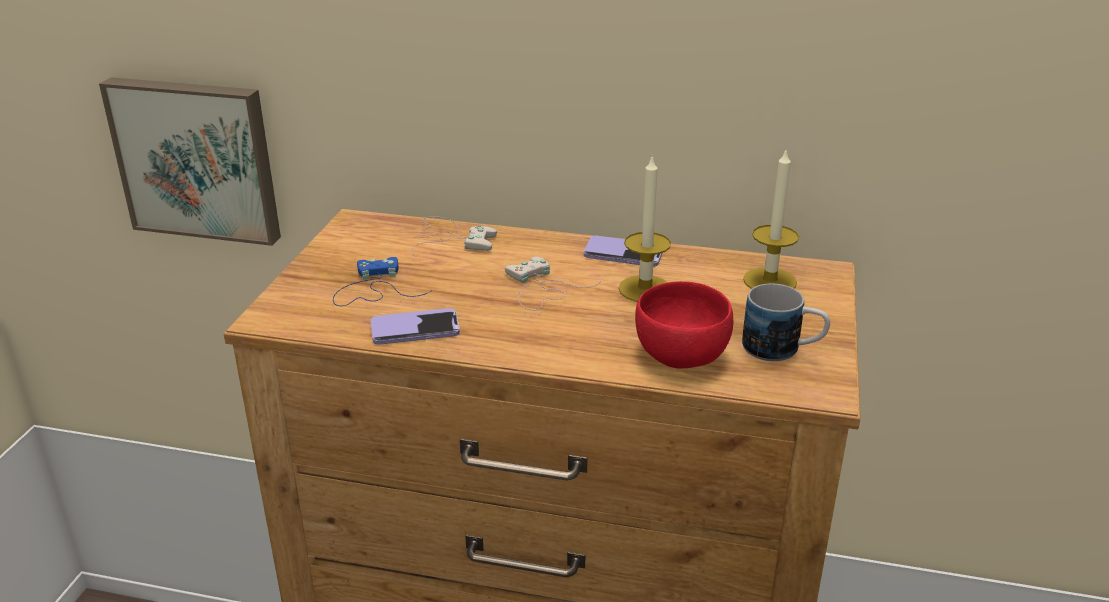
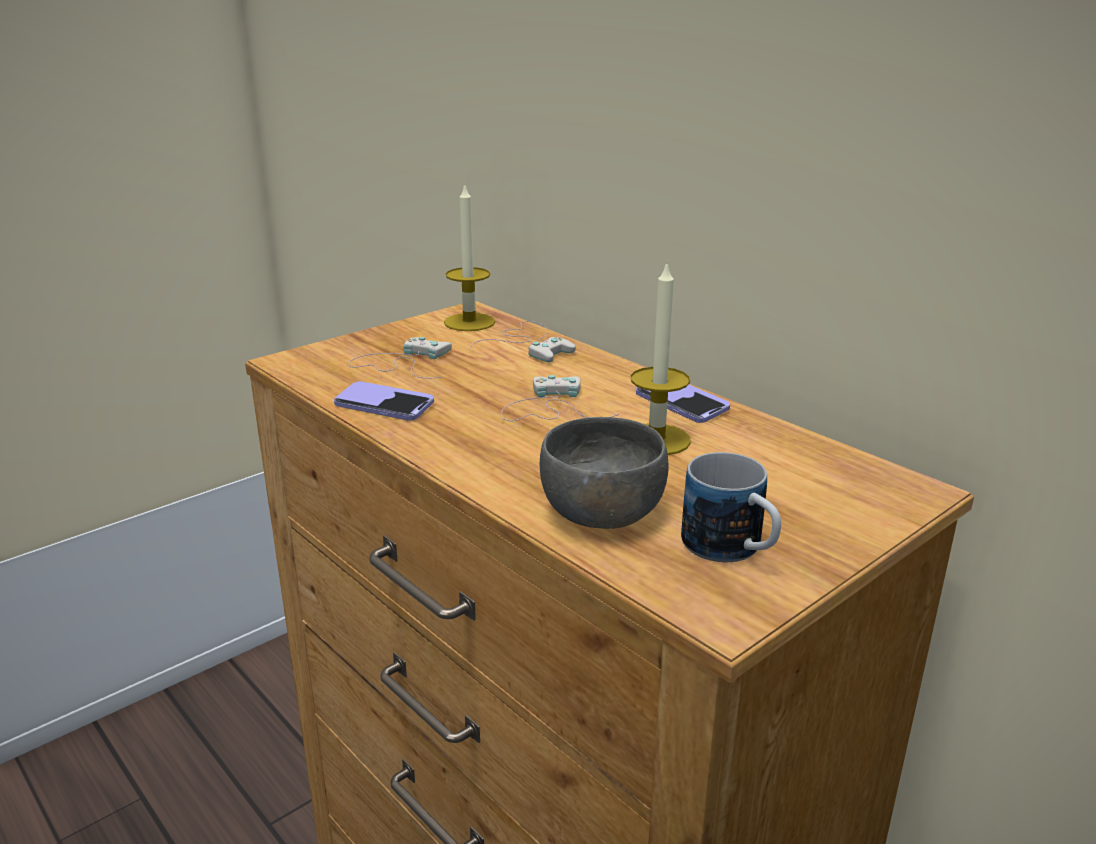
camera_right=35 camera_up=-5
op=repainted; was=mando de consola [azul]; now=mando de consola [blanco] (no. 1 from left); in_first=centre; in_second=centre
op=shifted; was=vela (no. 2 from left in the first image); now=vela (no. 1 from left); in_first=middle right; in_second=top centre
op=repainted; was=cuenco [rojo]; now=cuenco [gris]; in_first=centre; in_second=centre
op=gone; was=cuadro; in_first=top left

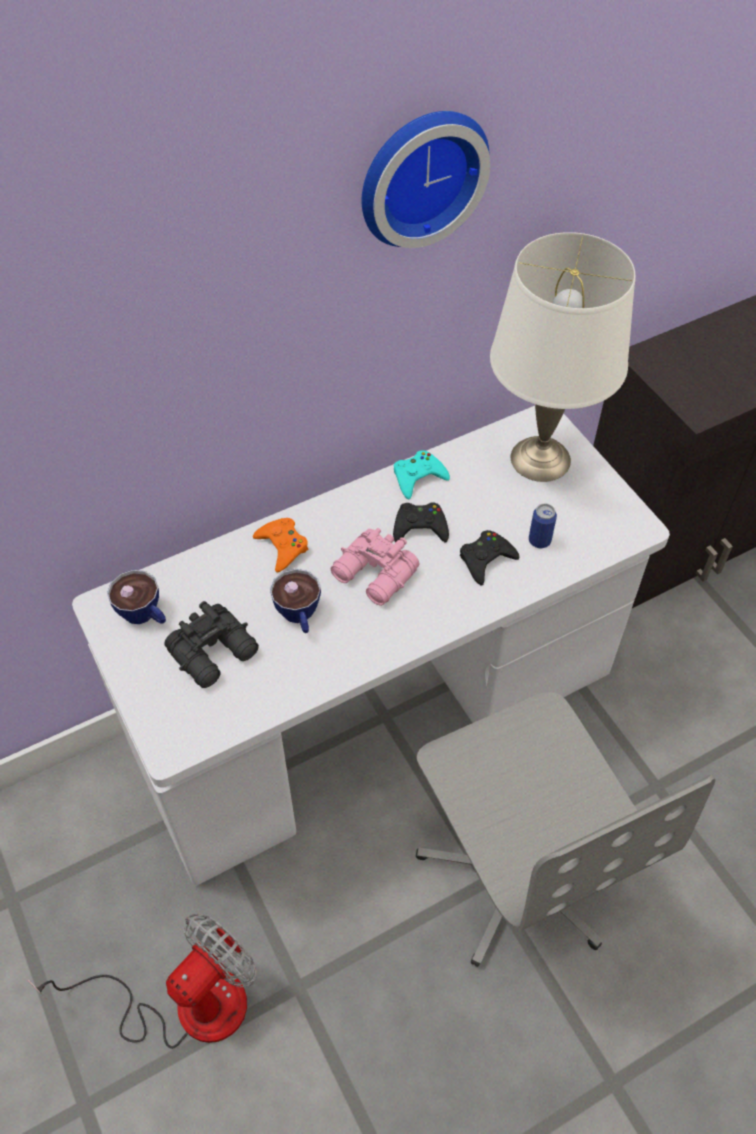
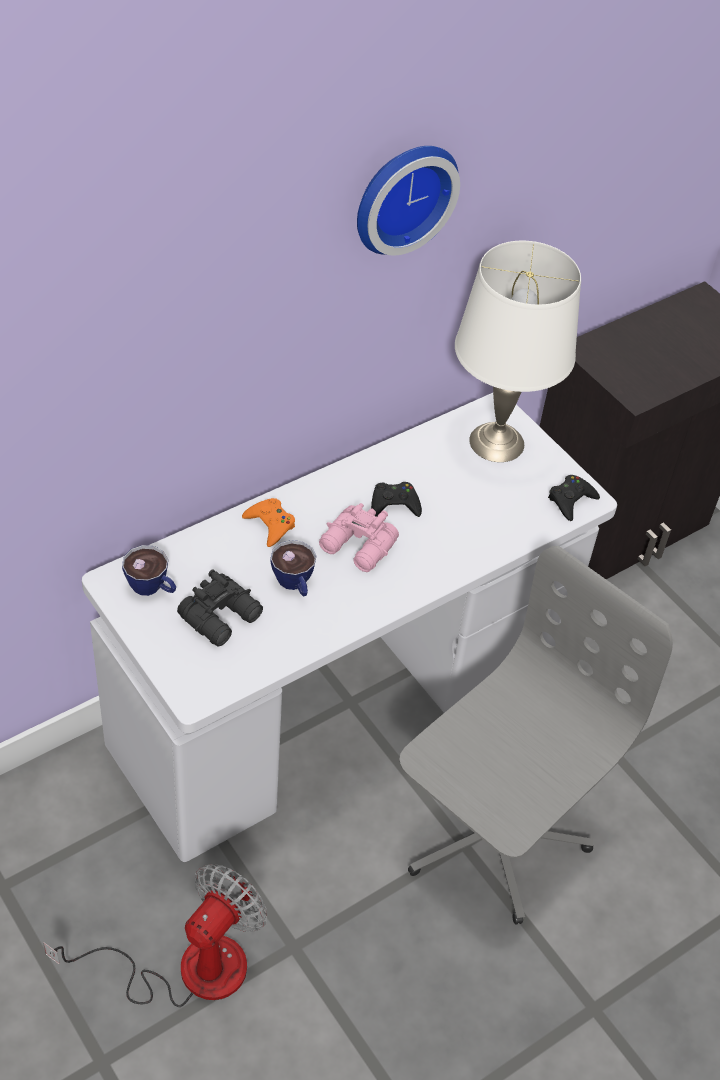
camera_right=-10 camera_up=-5
op=rotated; was=silla de oficina [gris]; in_first=bottom right; in_second=bottom right; clockwise=-105
op=shifted; was=mando de consola [negro] (no. 2 from left); in_first=centre; in_second=middle right
op=gone; was=mando de consola [turquesa]; in_first=centre
op=gone; was=lata; in_first=middle right

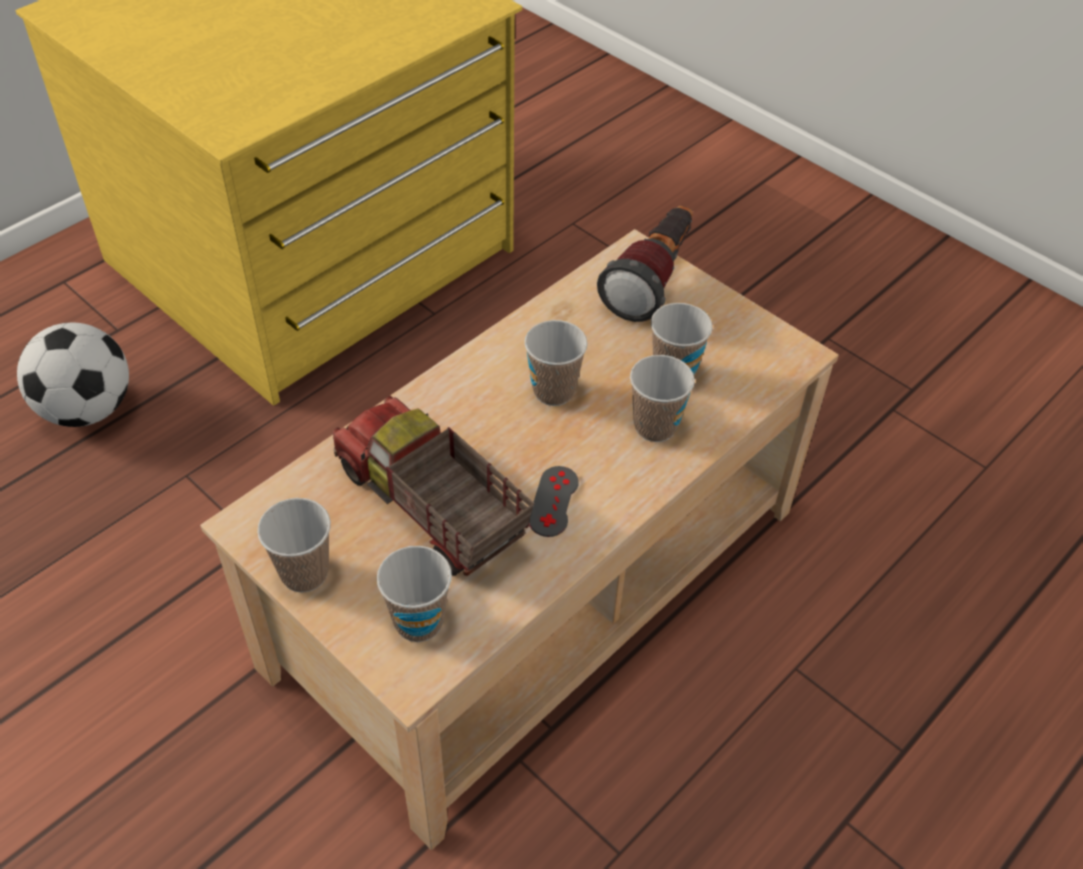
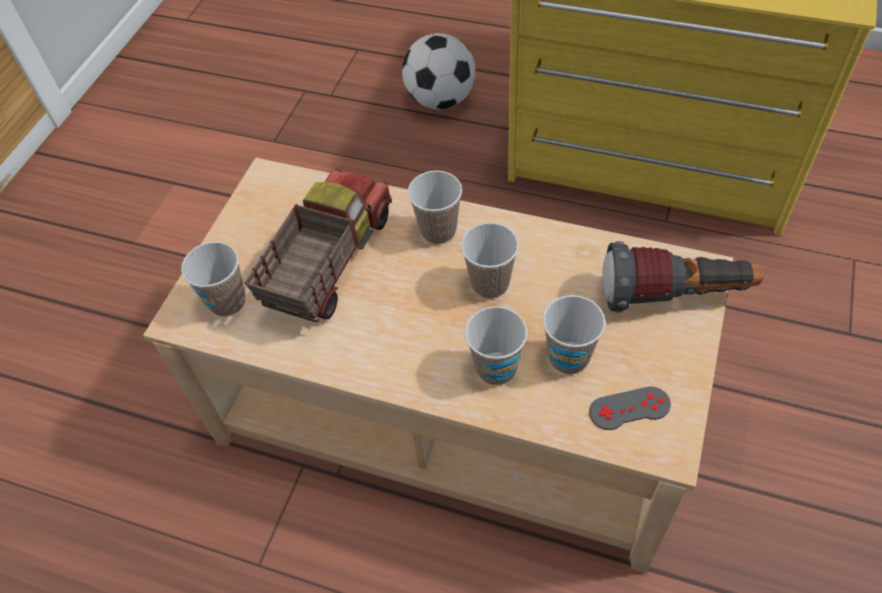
camera_right=70 camera_up=5
op=shifted; was=taza (no. 1 from left in the first image); now=taza (no. 2 from left); in_first=middle left; in_second=centre
op=shifted; was=mando de consola [gris]; in_first=centre; in_second=bottom right

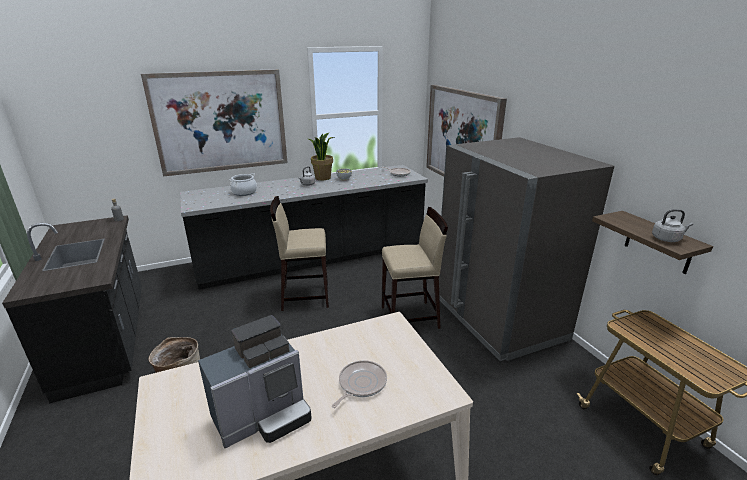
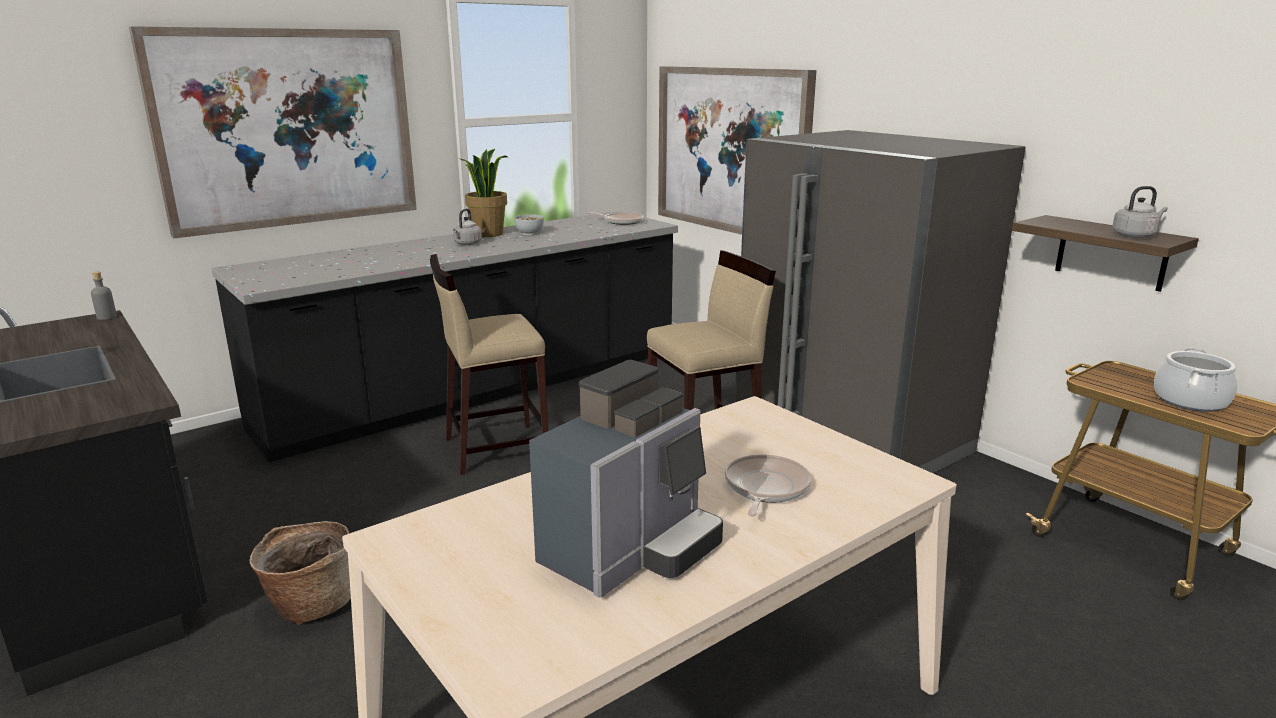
camera_right=-15 camera_up=-5
op=shifted; was=olla; in_first=middle left; in_second=middle right

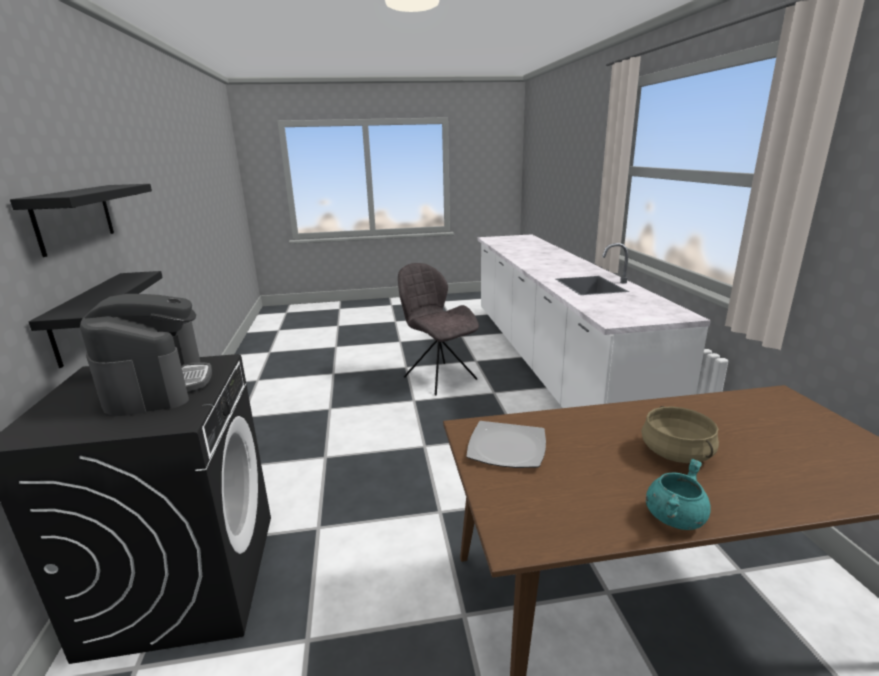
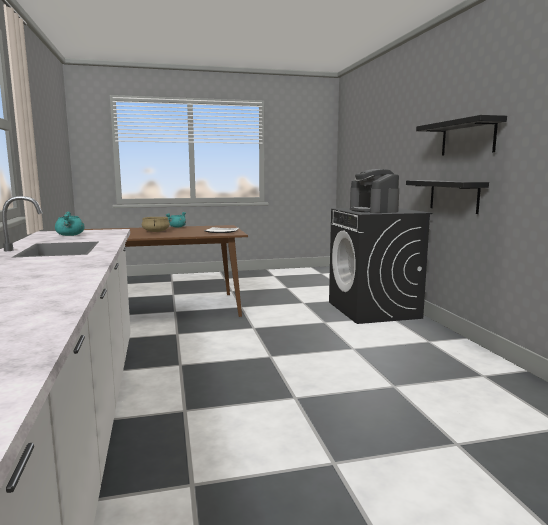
camera_right=175 camera_up=-10
op=new; now=olla [turquesa] (no. 1 from left); in_second=middle left
op=gone; was=silla [gris]; in_first=centre

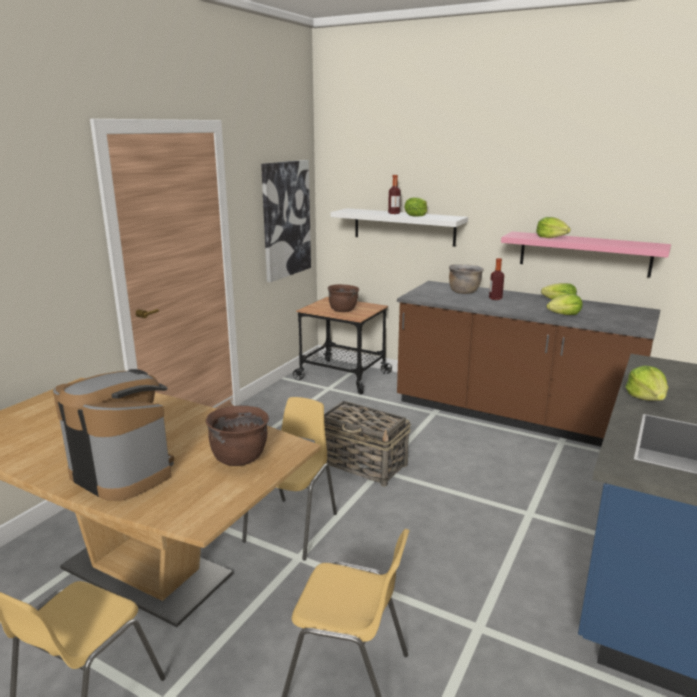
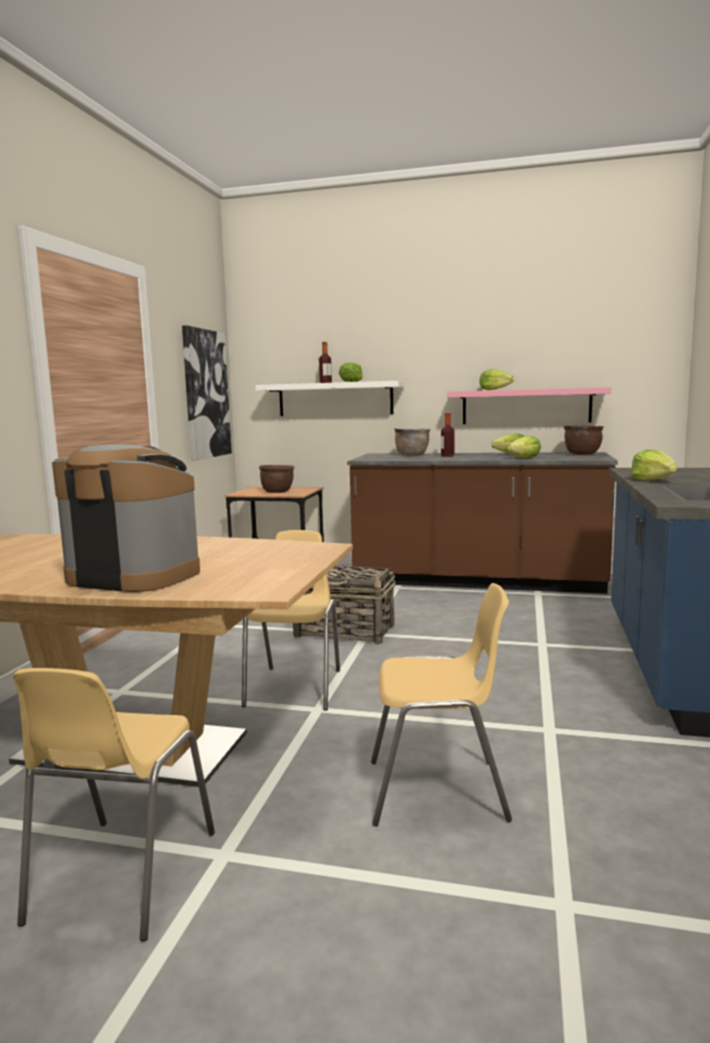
camera_right=-15 camera_up=-10
op=shifted; was=olla [marrón] (no. 1 from left in the first image); now=olla [marrón] (no. 3 from left); in_first=centre; in_second=middle right

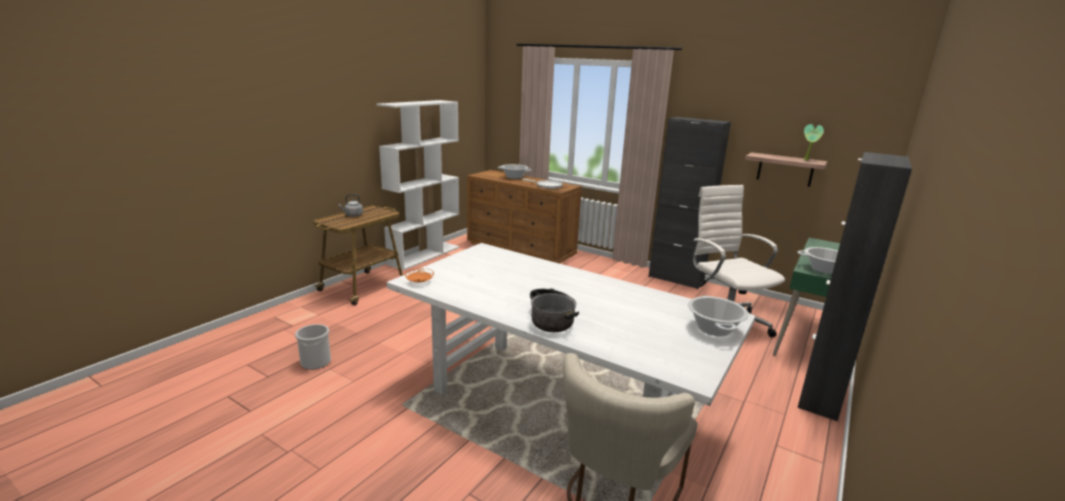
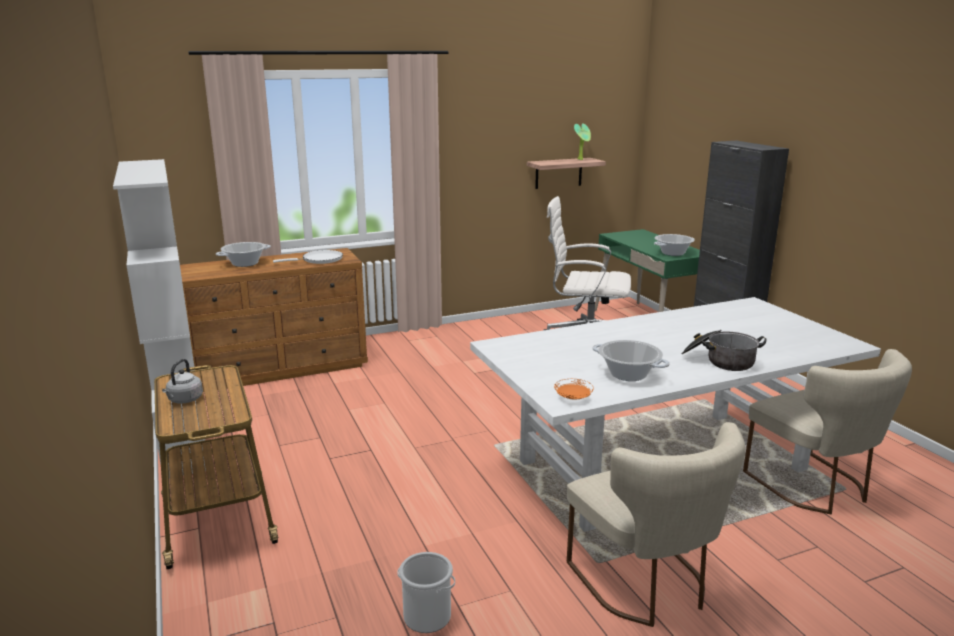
camera_right=-55 camera_up=0
op=new; now=silla [beis] (no. 1 from left); in_second=bottom right
op=shifted; was=olla (no. 3 from left in the first image); now=olla (no. 2 from left); in_first=middle right; in_second=centre
op=gone; was=armario [negro] (no. 1 from left); in_first=centre

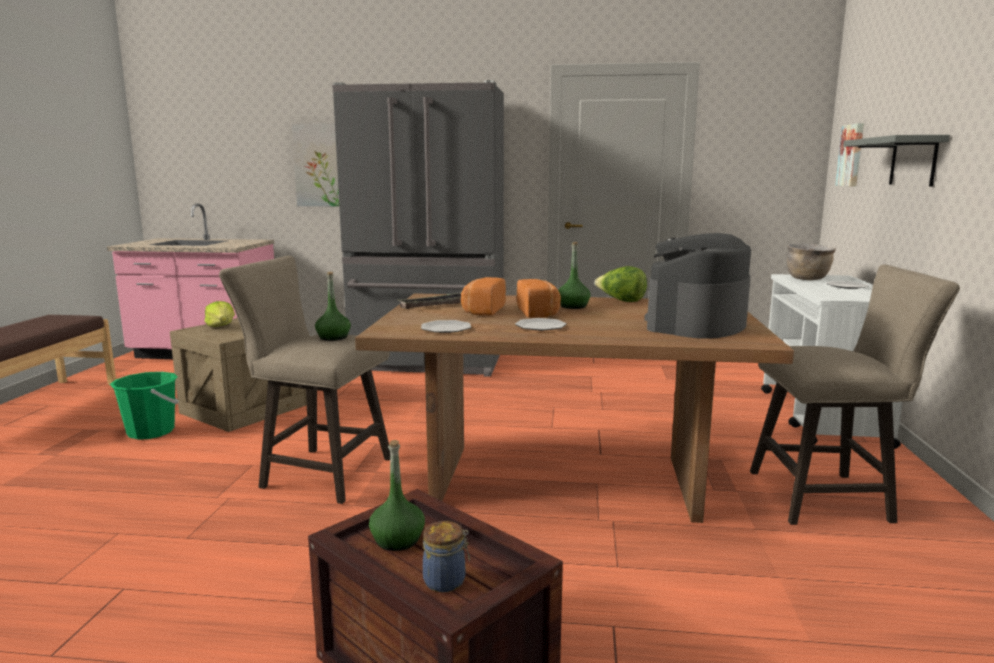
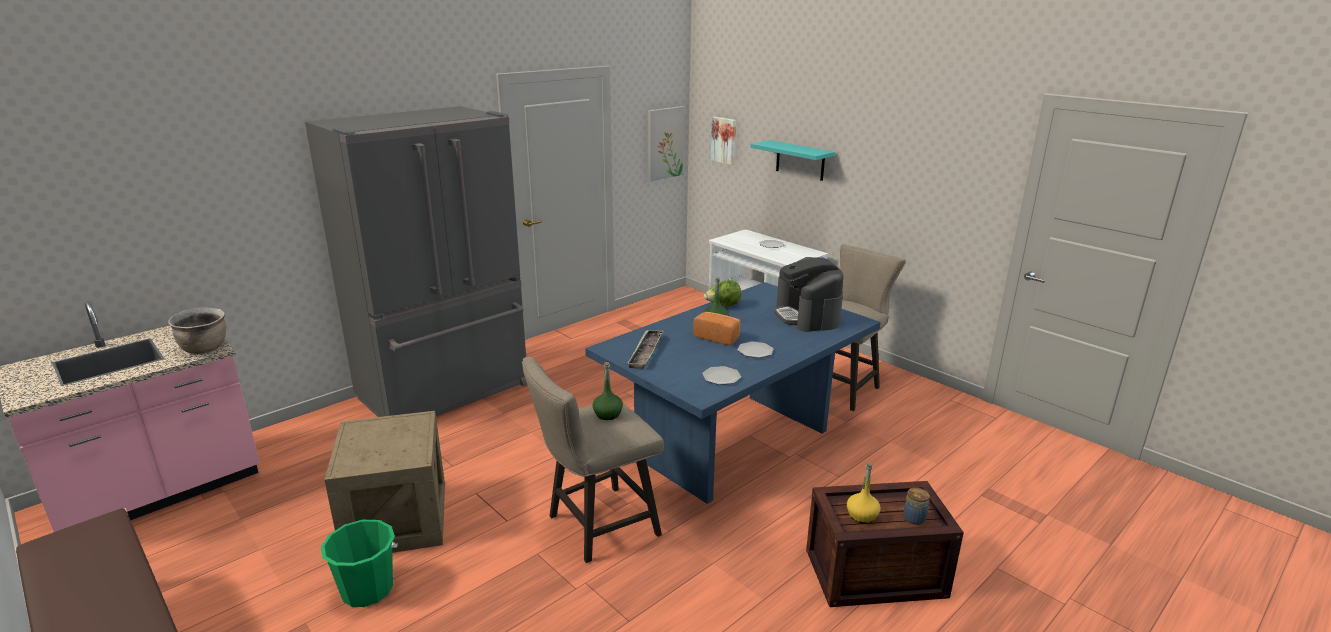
camera_right=-50 camera_up=10
op=shifted; was=olla [marrón]; in_first=middle right; in_second=middle left
op=repainted; was=mesa de comedor [marrón]; now=mesa de comedor [azul]; in_first=centre; in_second=centre
op=shifted; was=cuadro (no. 1 from left); in_first=top left; in_second=top centre
op=repainted; was=estante [gris]; now=estante [turquesa]; in_first=top right; in_second=top centre
op=repainted; was=botella [verde] (no. 2 from left); now=botella [amarillo]; in_first=bottom centre; in_second=bottom centre
op=gone; was=lechuga (no. 1 from left); in_first=middle left
op=gone; was=pan (no. 1 from left); in_first=centre

